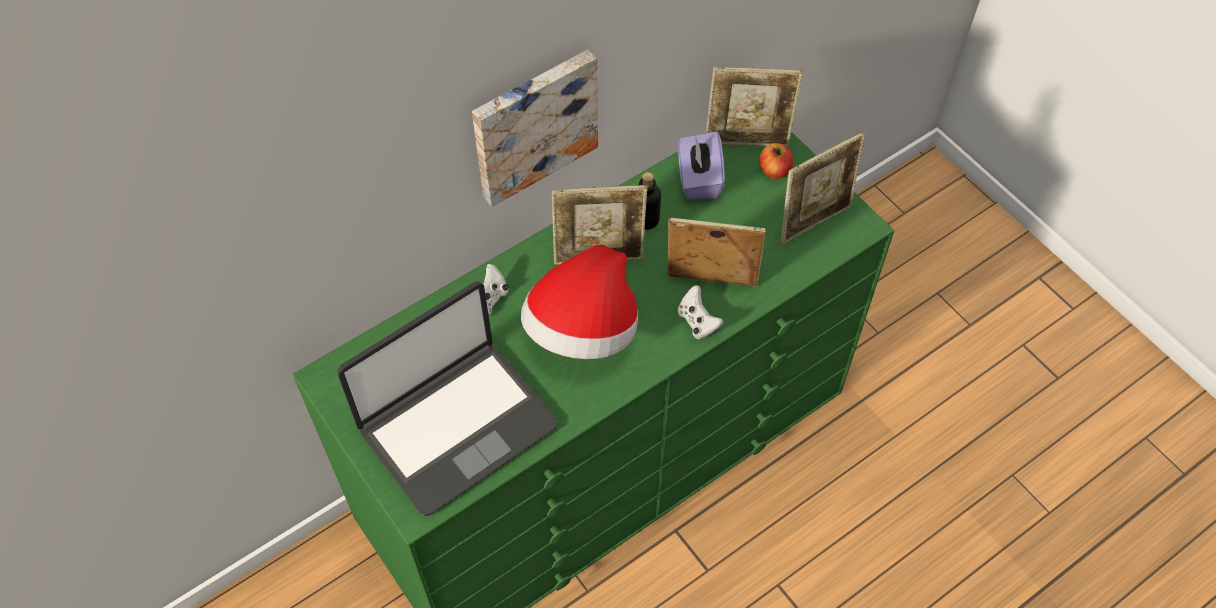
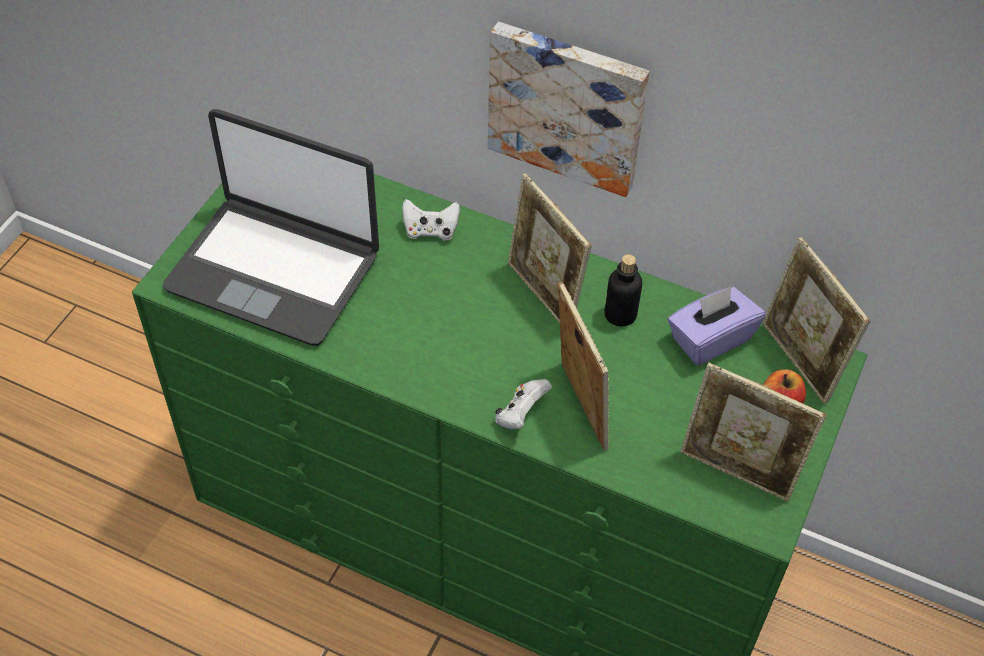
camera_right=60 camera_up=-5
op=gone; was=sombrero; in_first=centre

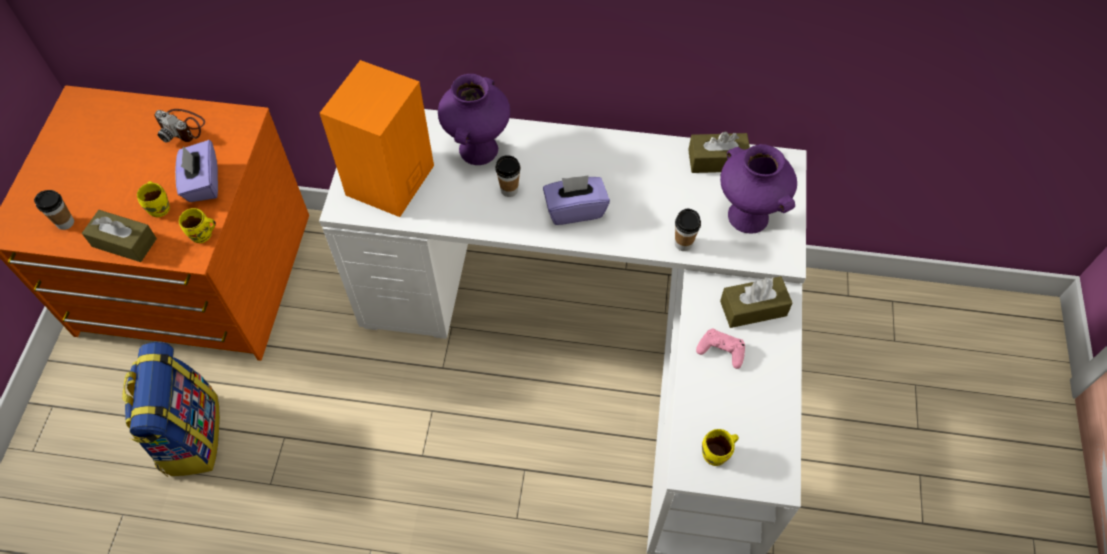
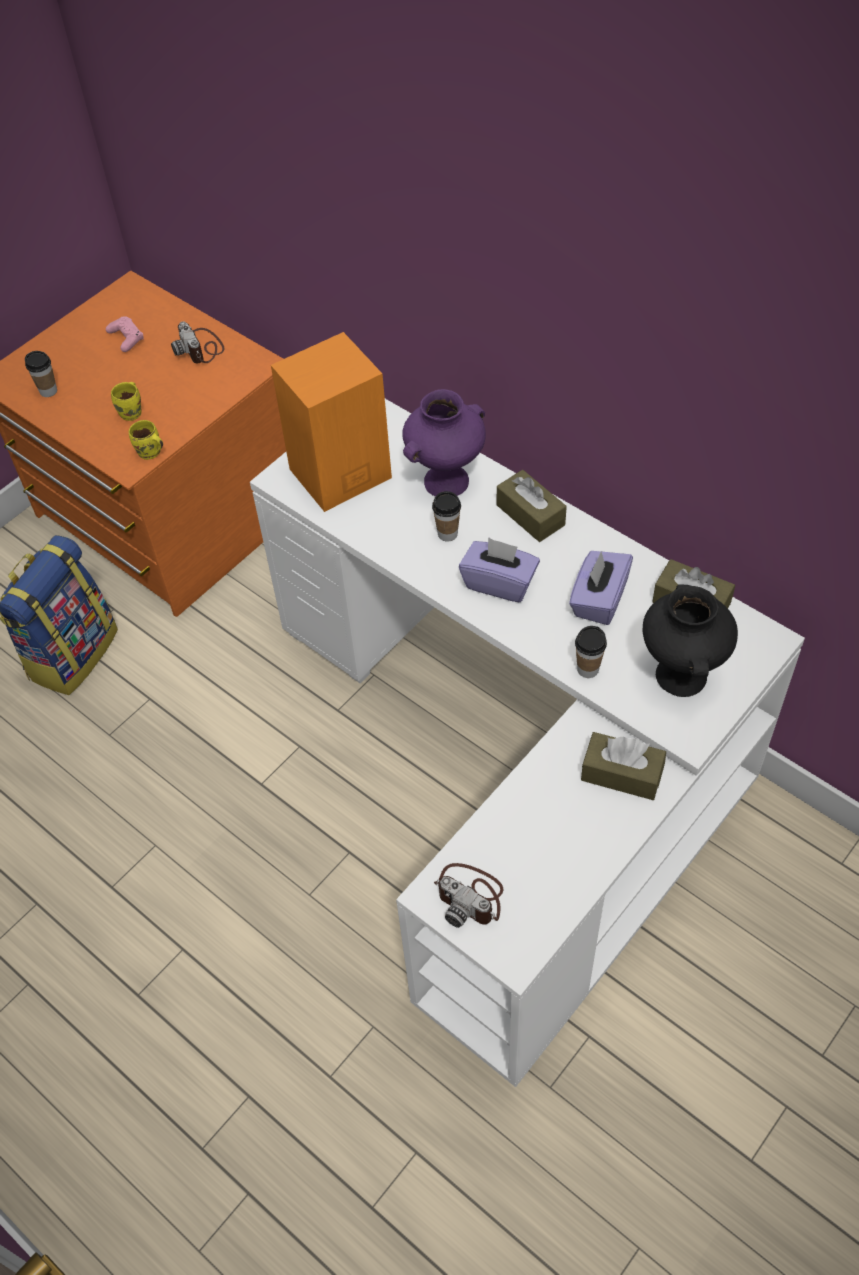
camera_right=35 camera_up=-5
op=shifted; was=mando de consola [rosa]; in_first=centre; in_second=top left
op=swapped; was=taza grande [amarillo] (no. 3 from left); now=cámara (no. 2 from left); in_first=bottom centre; in_second=bottom centre
op=shifted; was=caja de pañuelos [marrón] (no. 1 from left); in_first=middle left; in_second=centre
op=shifted; was=caja de pañuelos [morado] (no. 1 from left in the first image); now=caja de pañuelos [morado] (no. 2 from left); in_first=top left; in_second=middle right
op=repainted; was=florero [morado] (no. 2 from left); now=florero [negro]; in_first=middle right; in_second=middle right

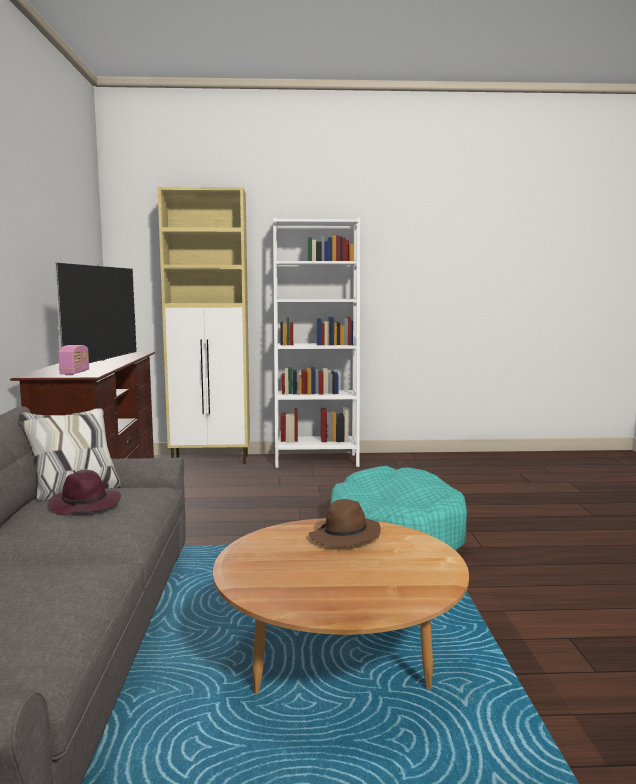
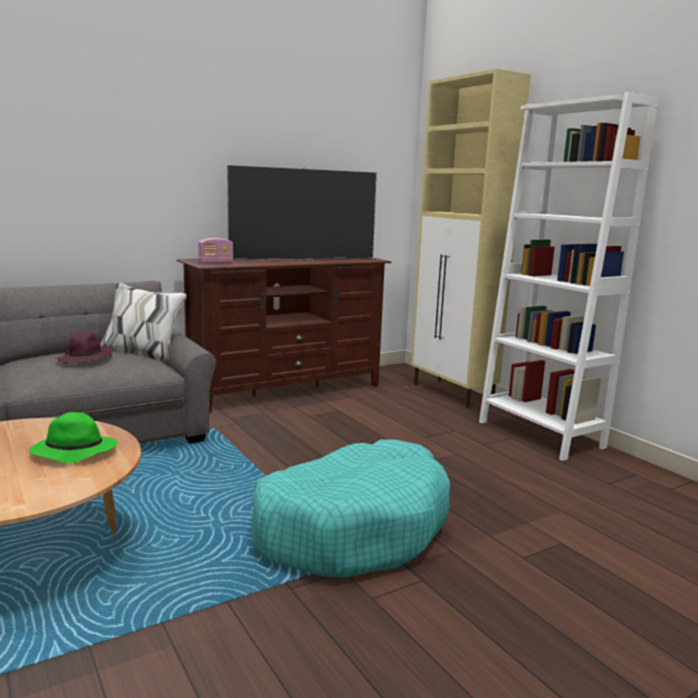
camera_right=60 camera_up=5
op=repainted; was=sombrero [marrón]; now=sombrero [verde]; in_first=bottom centre; in_second=middle left

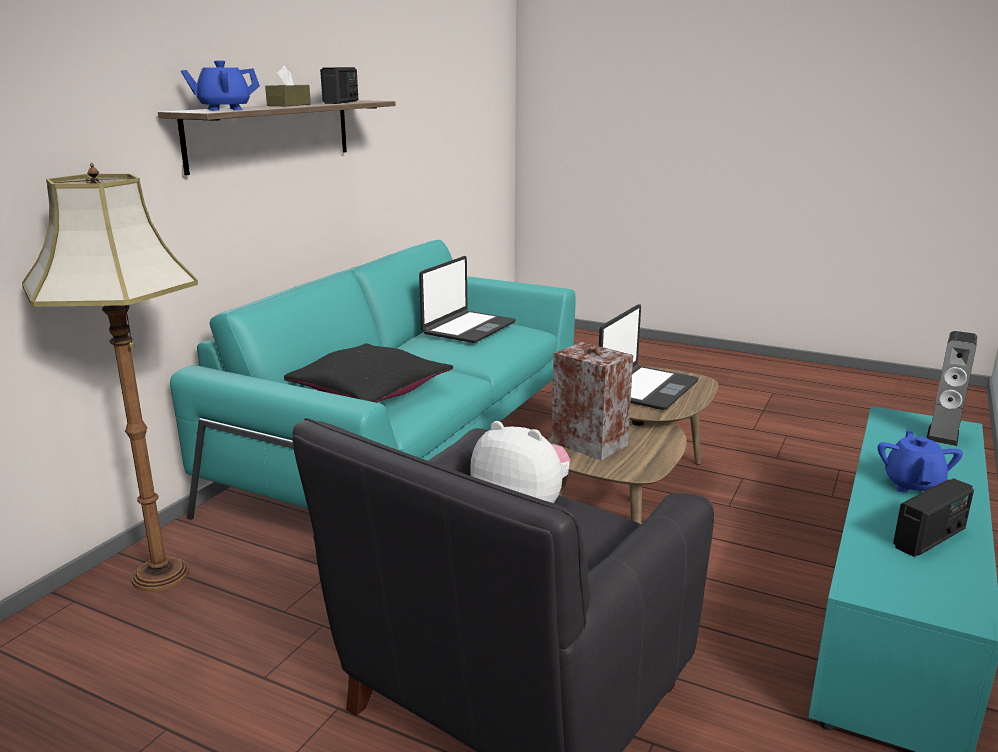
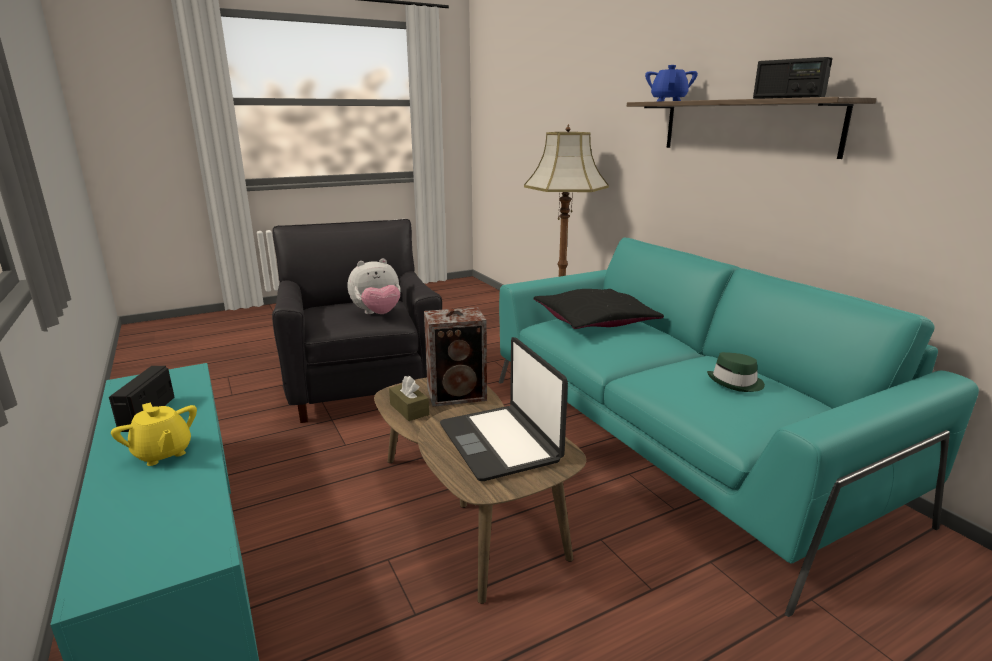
camera_right=125 camera_up=0
op=repainted; was=tetera [azul] (no. 2 from left); now=tetera [amarillo]; in_first=middle right; in_second=middle left
op=shifted; was=caja de pañuelos [marrón]; in_first=top left; in_second=centre
op=swapped; was=portátil (no. 1 from left); now=sombrero [verde]; in_first=centre; in_second=middle right
op=gone; was=altavoz (no. 2 from left); in_first=middle right

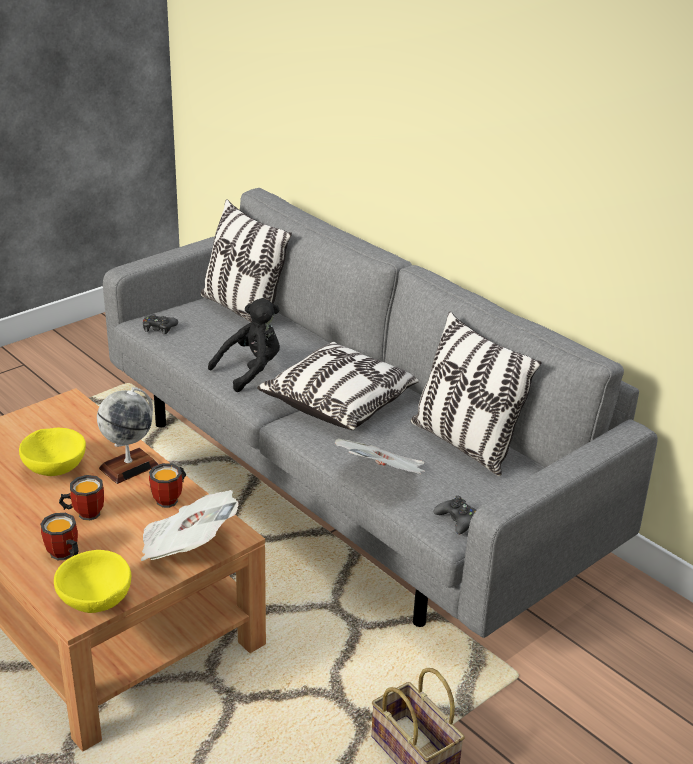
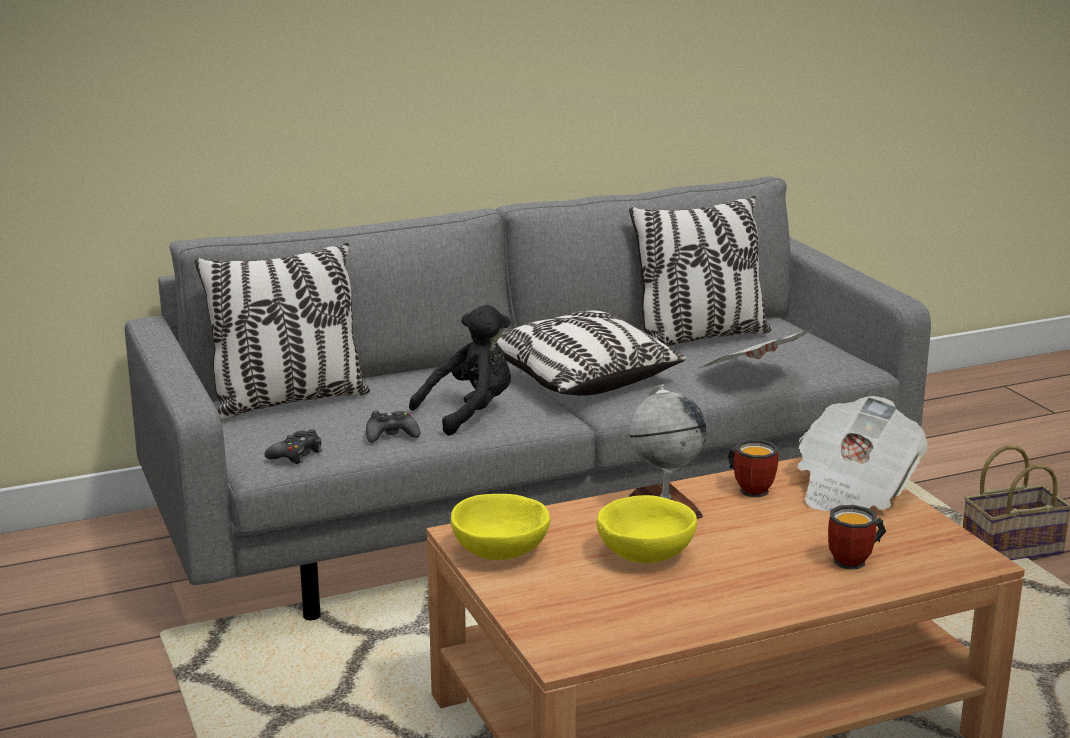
camera_right=-70 camera_up=-10
op=shifted; was=mando de consola [negro] (no. 2 from left); in_first=bottom centre; in_second=centre
op=rotated; was=peluche [negro]; in_first=centre; in_second=centre; clockwise=75
op=shifted; was=cuenco [amarillo] (no. 2 from left in the first image); now=cuenco [amarillo] (no. 1 from left); in_first=bottom left; in_second=bottom centre
op=gone; was=taza grande (no. 2 from left); in_first=middle left

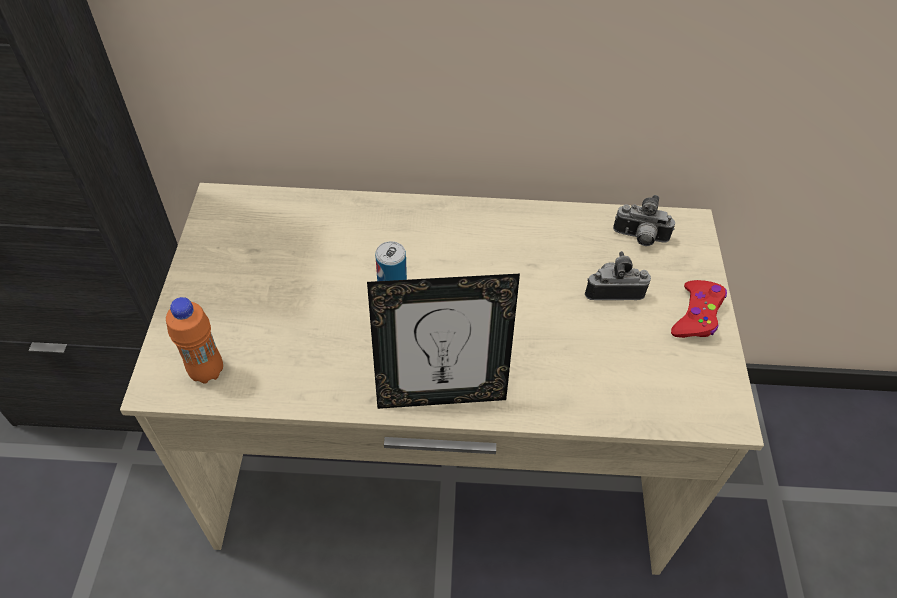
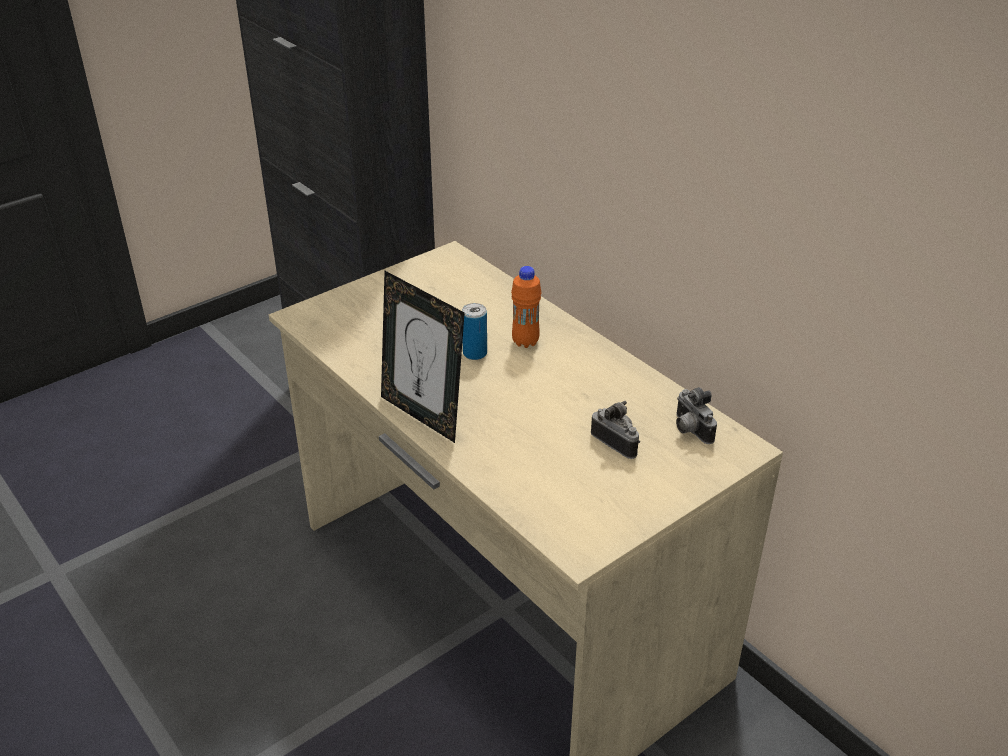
camera_right=50 camera_up=-15
op=shifted; was=botella [naranja]; in_first=middle left; in_second=centre
op=gone; was=mando de consola [rojo]; in_first=middle right

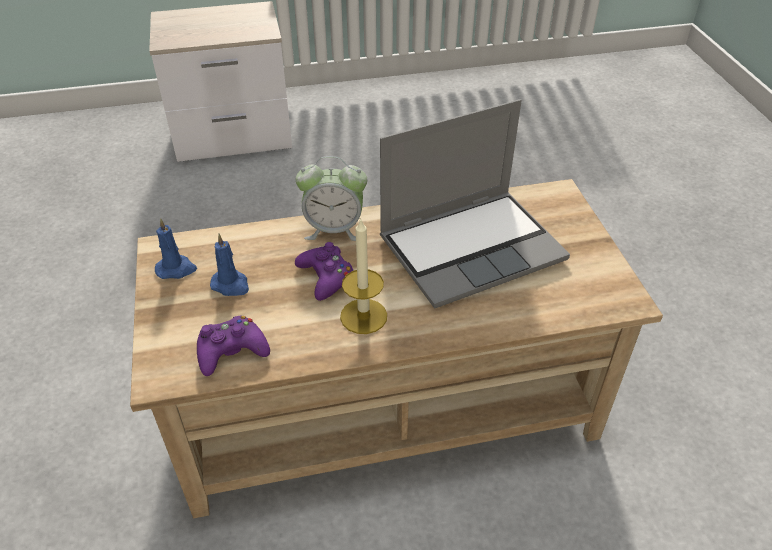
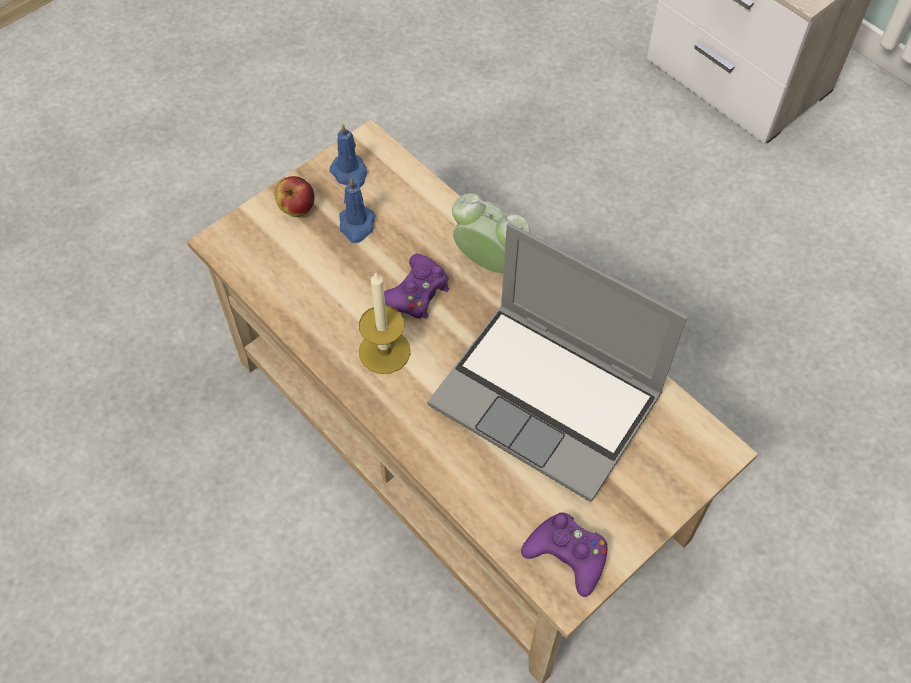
camera_right=60 camera_up=15
op=new; now=manzana; in_second=top left
op=rotated; was=despertador; in_first=centre; in_second=centre; clockwise=150
op=shifted; was=mando de consola [morado] (no. 1 from left in the first image); now=mando de consola [morado] (no. 2 from left); in_first=middle left; in_second=bottom centre

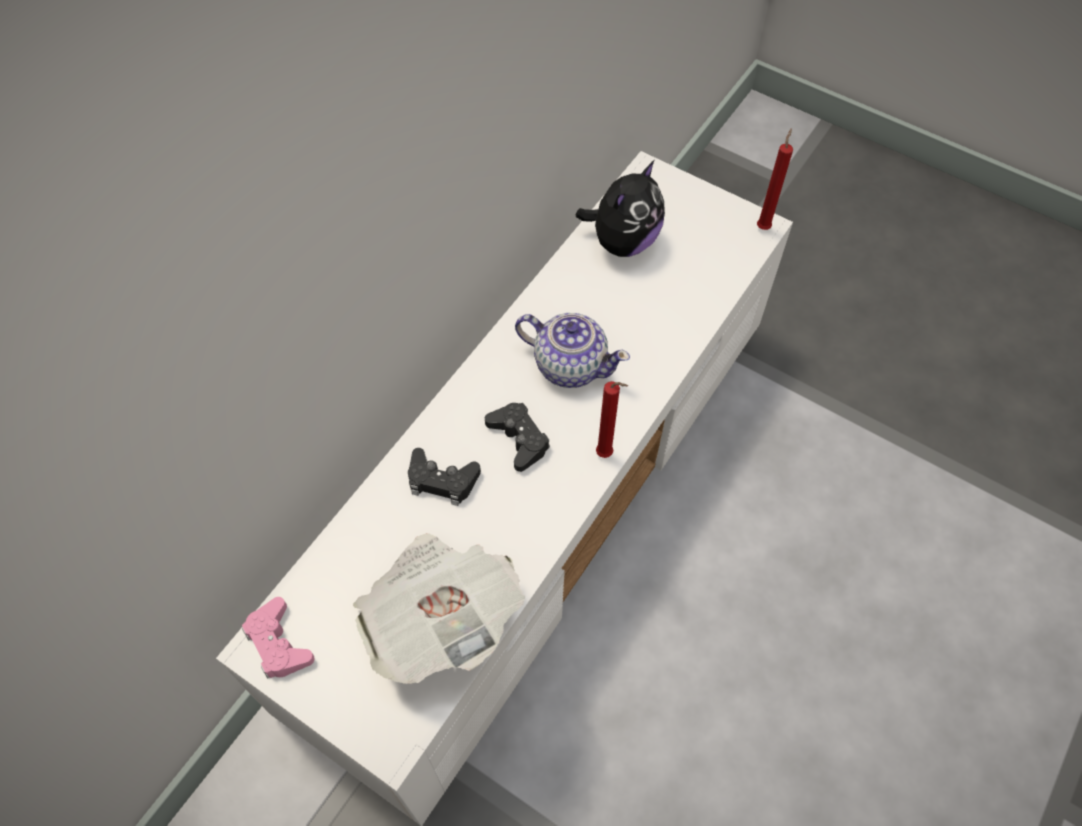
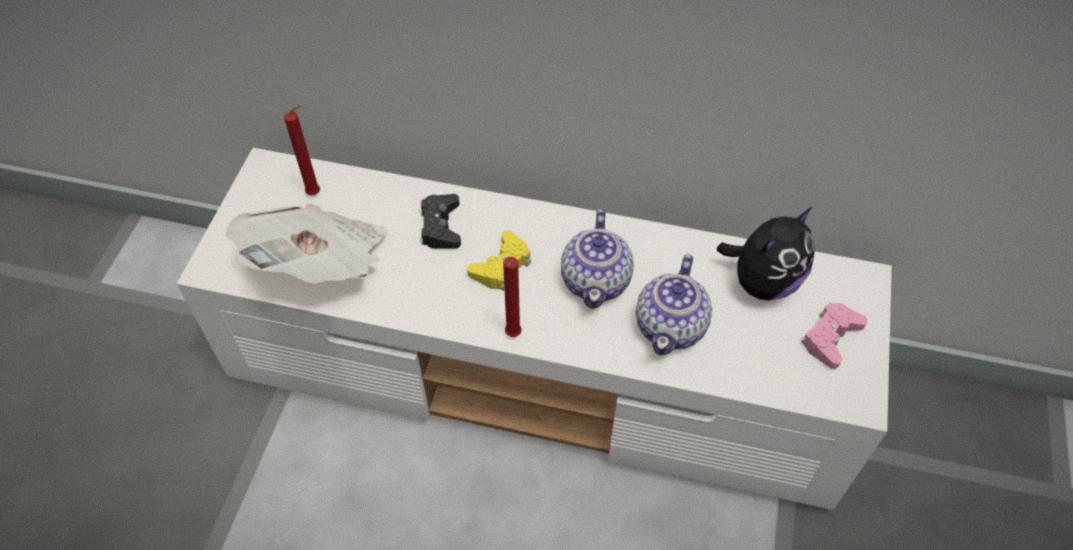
camera_right=70 camera_up=-5
op=shifted; was=vela [rojo] (no. 2 from left in the first image); now=vela [rojo] (no. 1 from left); in_first=top right; in_second=top left
op=repainted; was=mando de consola [negro] (no. 2 from left); now=mando de consola [amarillo]; in_first=centre; in_second=centre
op=new; now=tetera (no. 2 from left); in_second=centre
op=rotated; was=peluche; in_first=top centre; in_second=middle right; clockwise=-60
op=shifted; was=mando de consola [rosa]; in_first=bottom left; in_second=middle right

